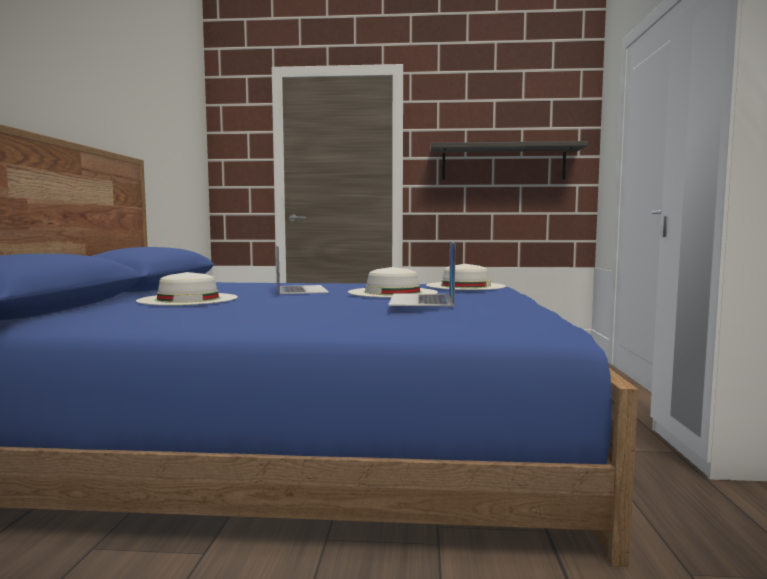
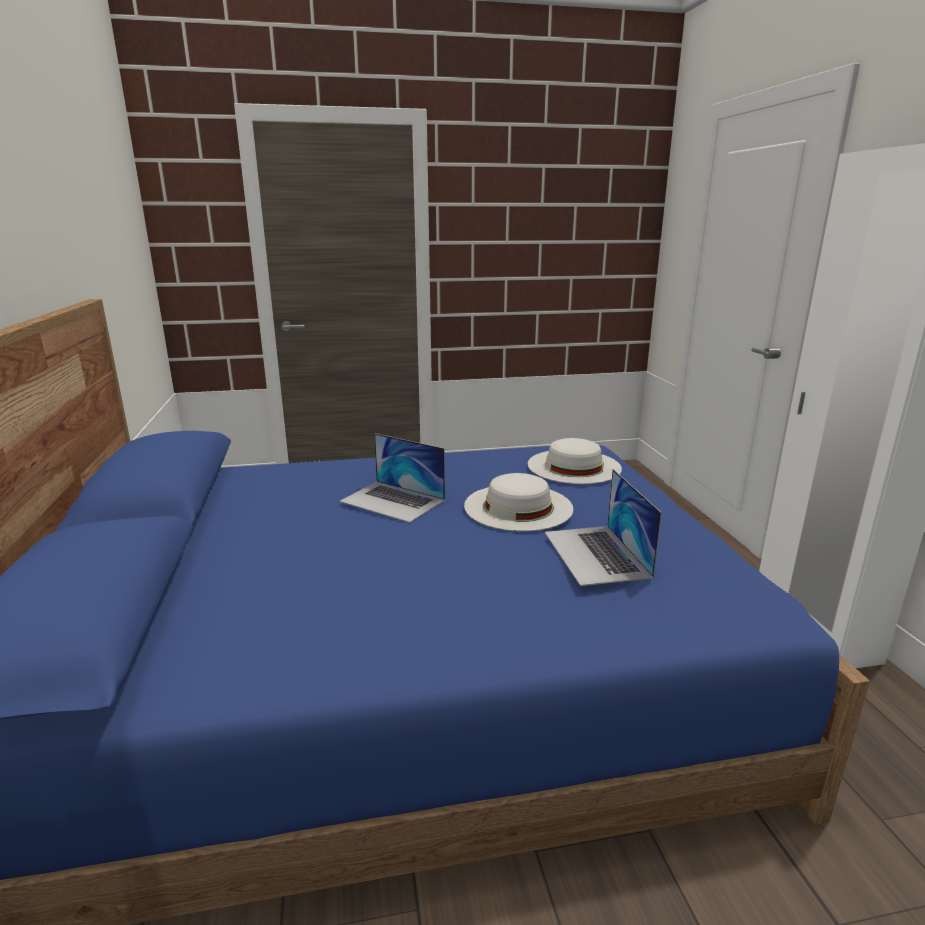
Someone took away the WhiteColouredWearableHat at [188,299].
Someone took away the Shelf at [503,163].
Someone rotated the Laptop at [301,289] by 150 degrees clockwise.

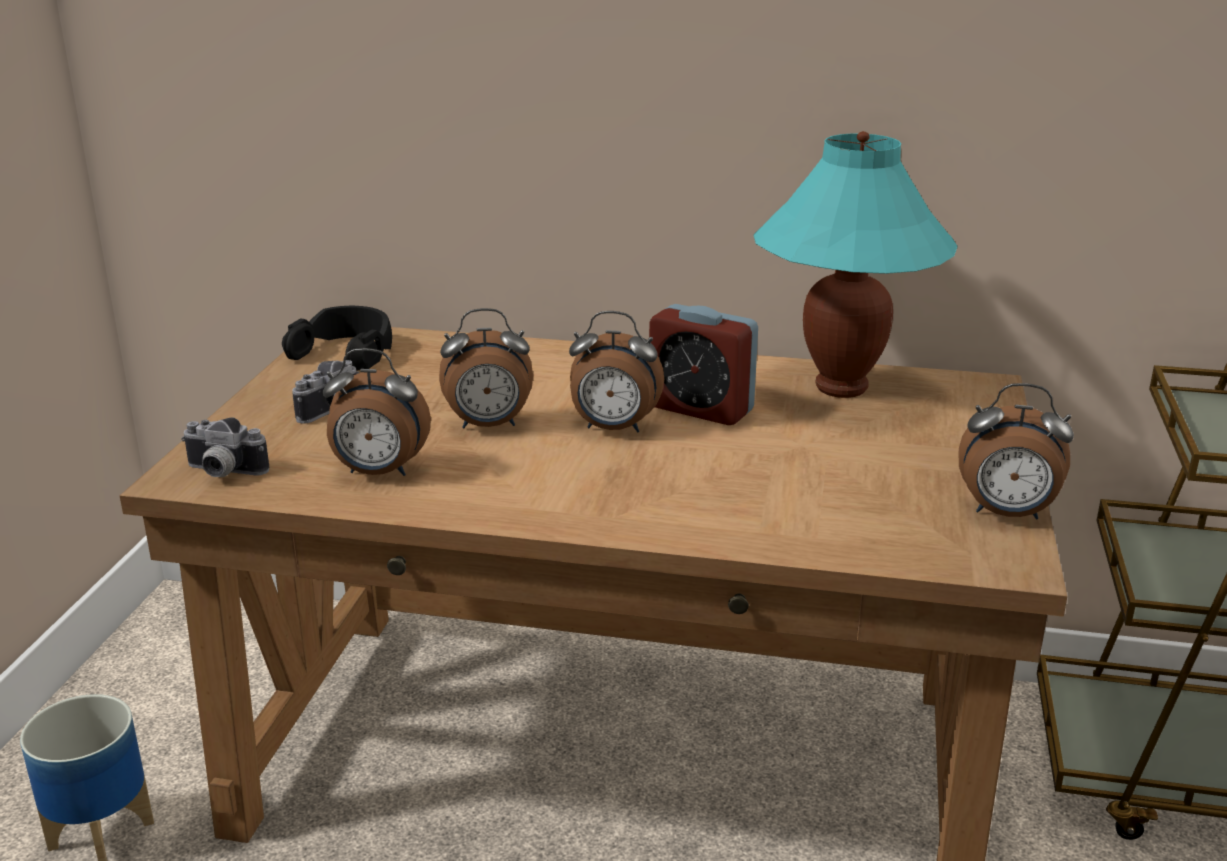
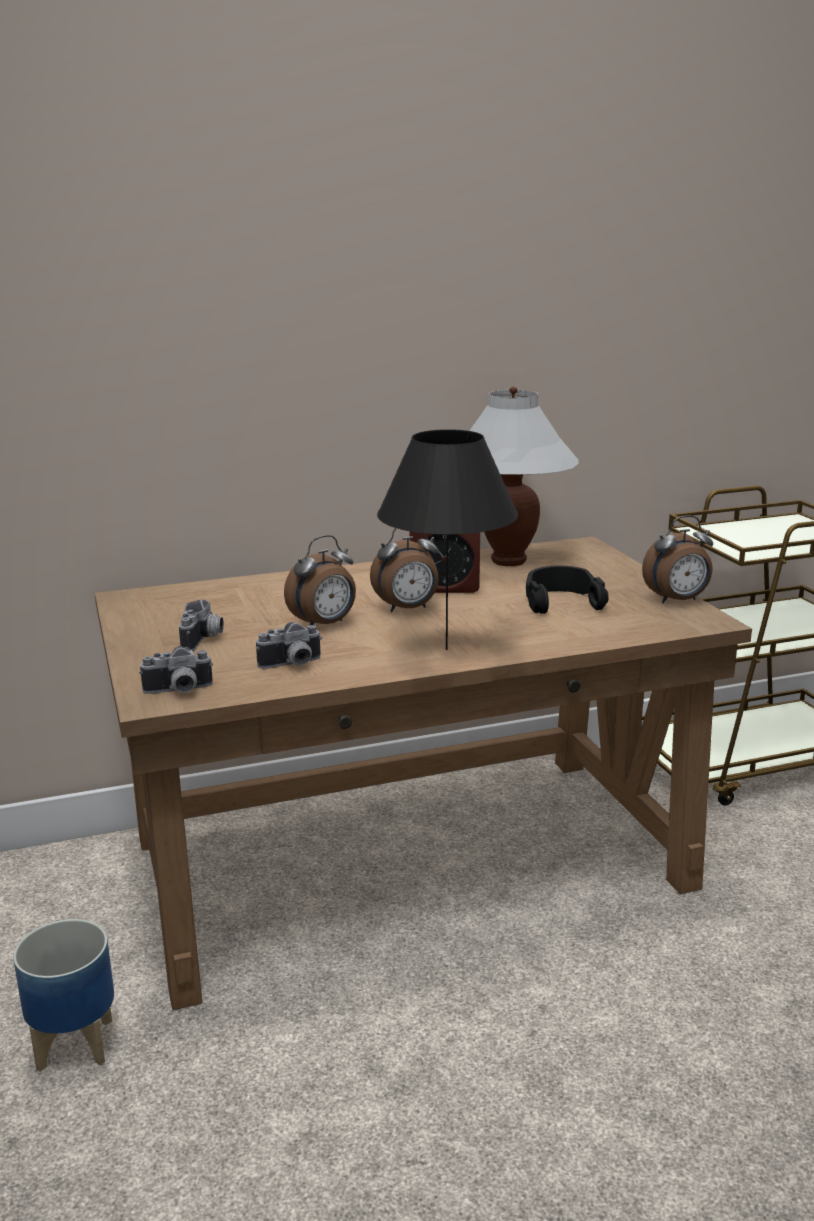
Someone put down the BlackColouredTableLamp at [447,649].
Someone carried the BlackColouredHeadset from [345,352] to [562,602].
Someone swapped the AlarmClock at [378,472] for the PhotoCamera at [292,665].
Someone repainted the TurquoiseColouredTableLamp at [841,387], which became the WhiteColouredTableLamp at [508,561].

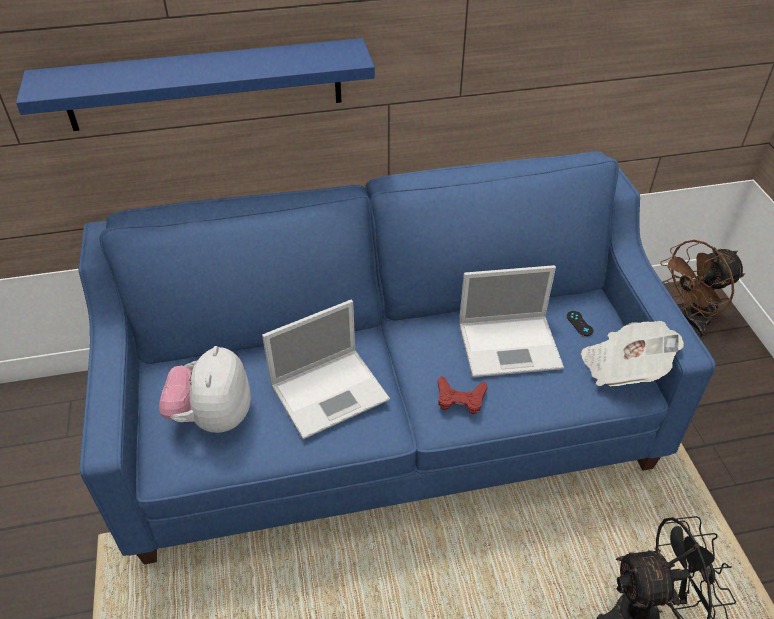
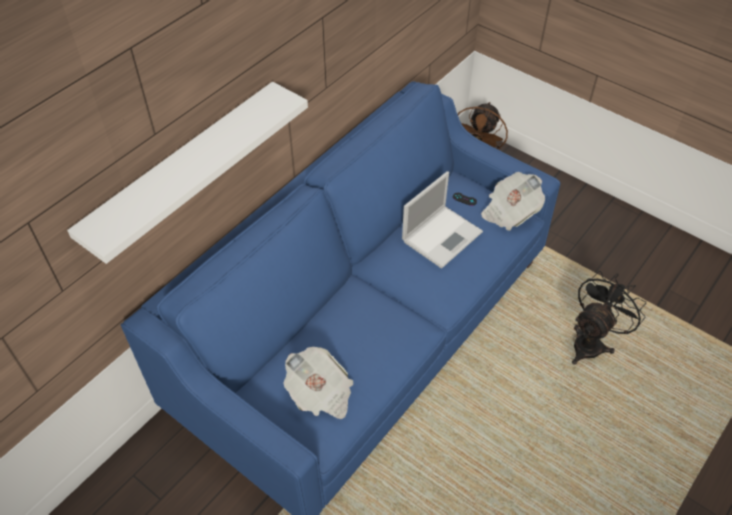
Someone took away the Laptop at [331,391].
Someone took away the ReddishGameController at [460,398].
Someone swapped the CuddlyToy at [213,416] for the DailyPaper at [320,393].
Someone repainted the BluishShelf at [205,85], which became the WhiteColouredShelf at [183,169].

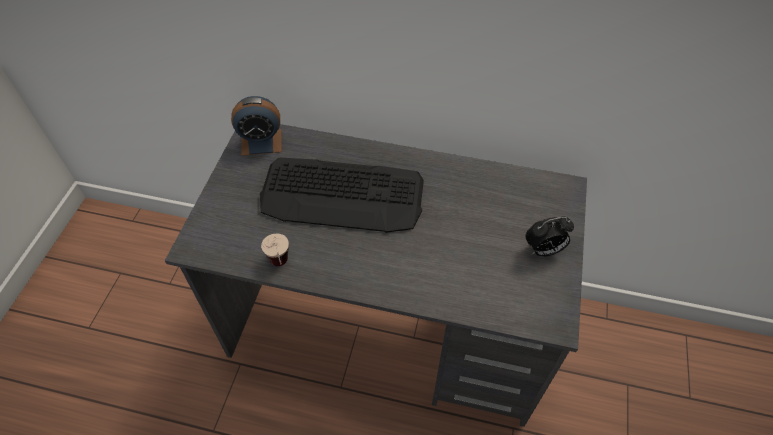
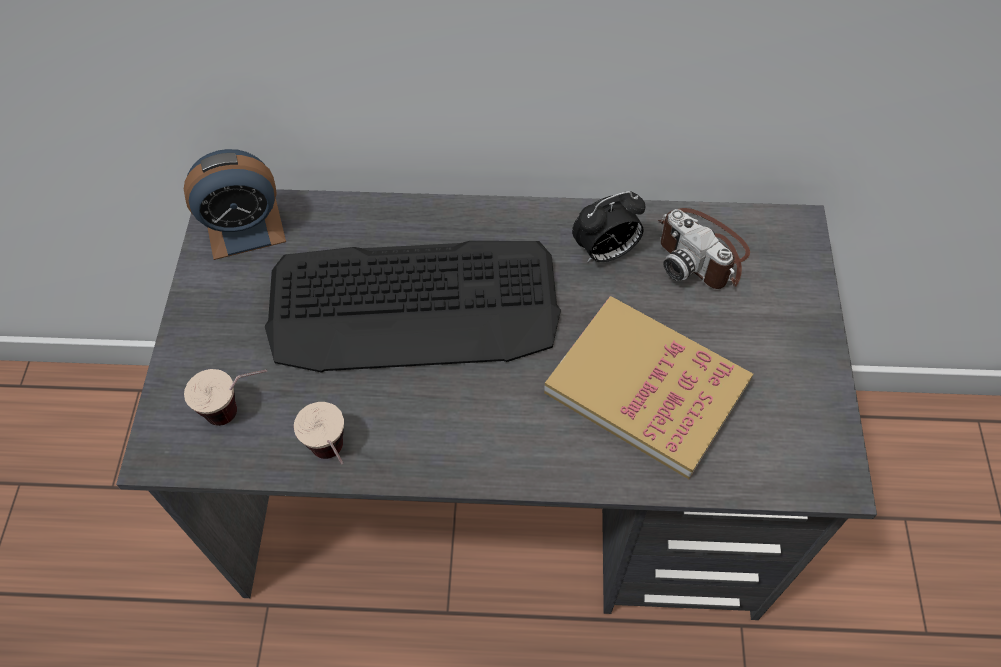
Someone put down the DrinkingCup at [241,410].
Someone put down the Volume at [646,388].
Someone put down the PhotoCamera at [702,252].
Someone carried the AlarmClock from [543,250] to [605,252].

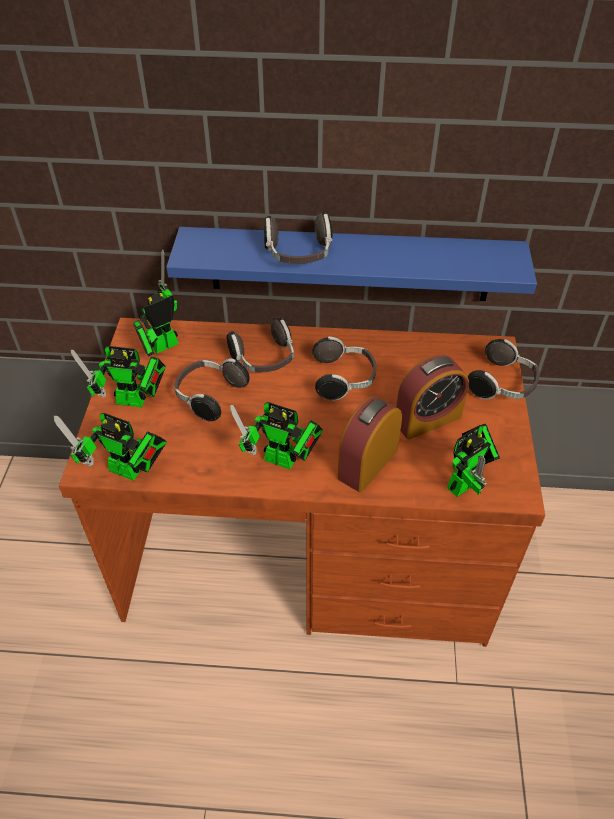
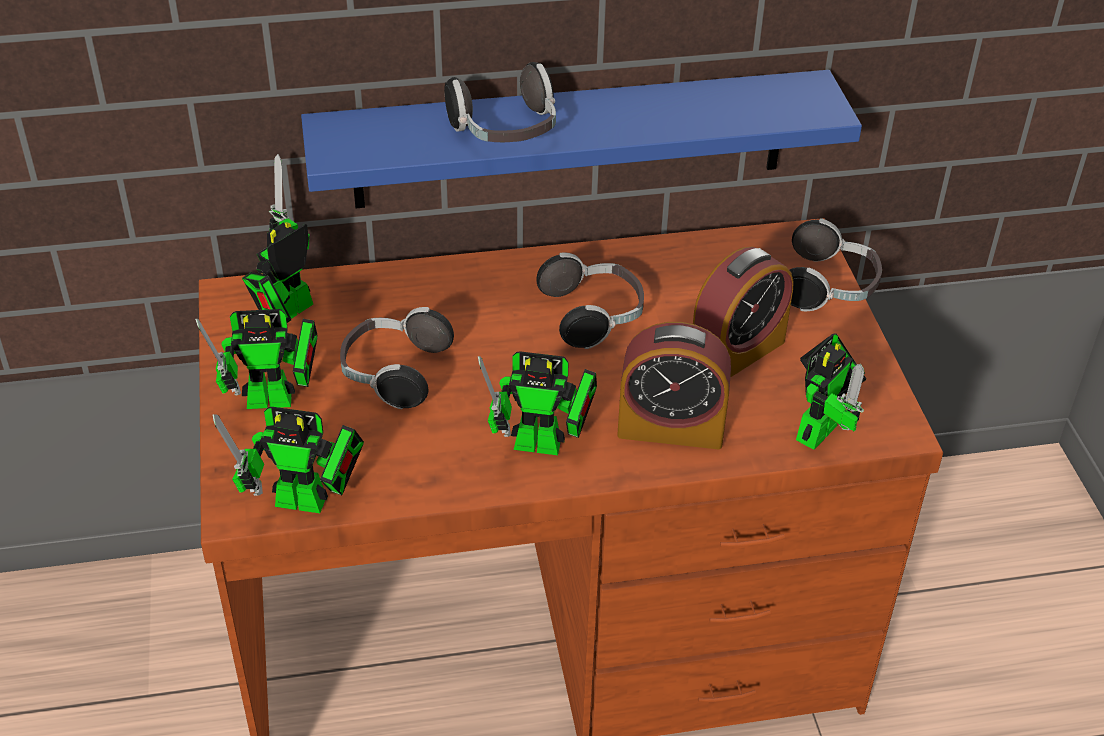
Someone took away the Headset at [264,360].
Someone rotated the AlarmClock at [367,464] by 105 degrees counterclockwise.

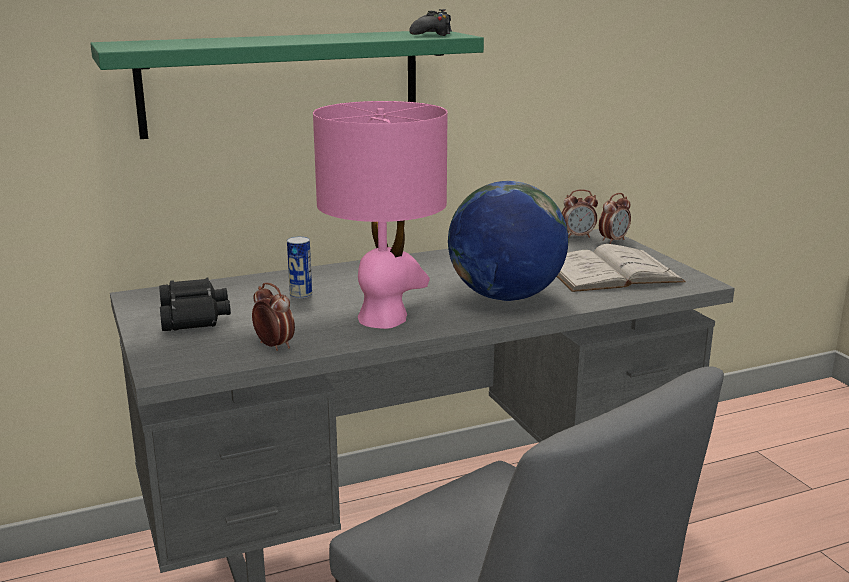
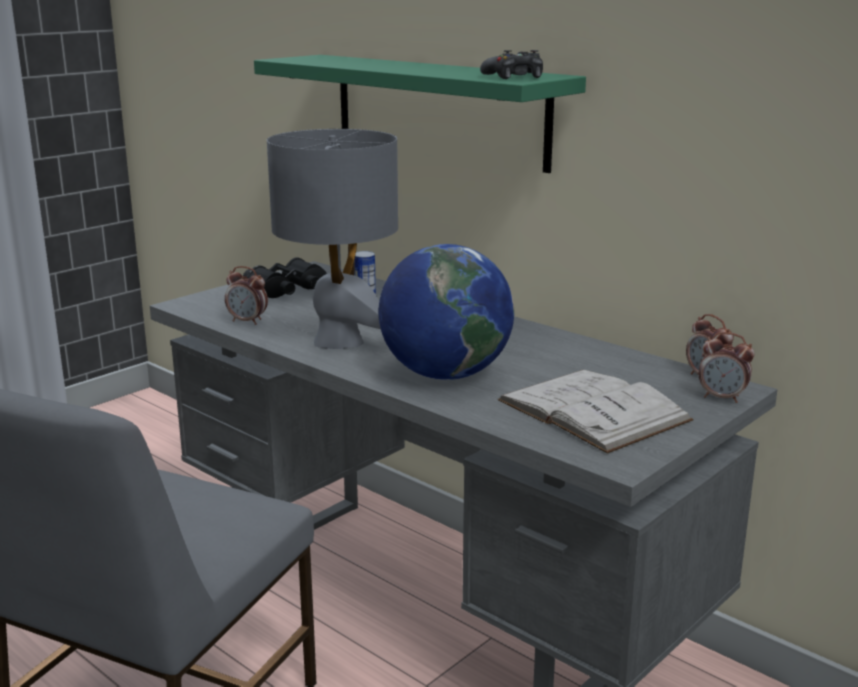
Someone repainted the PinkColouredTableLamp at [384,318], which became the GreyTableLamp at [339,341].
Someone rotated the AlarmClock at [274,346] by 90 degrees clockwise.

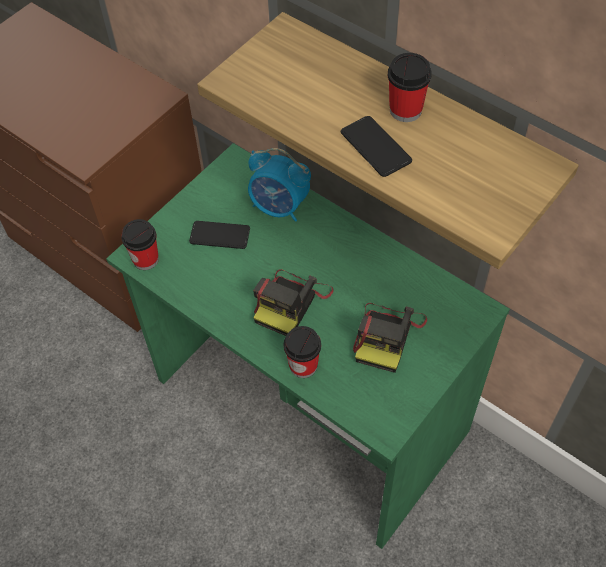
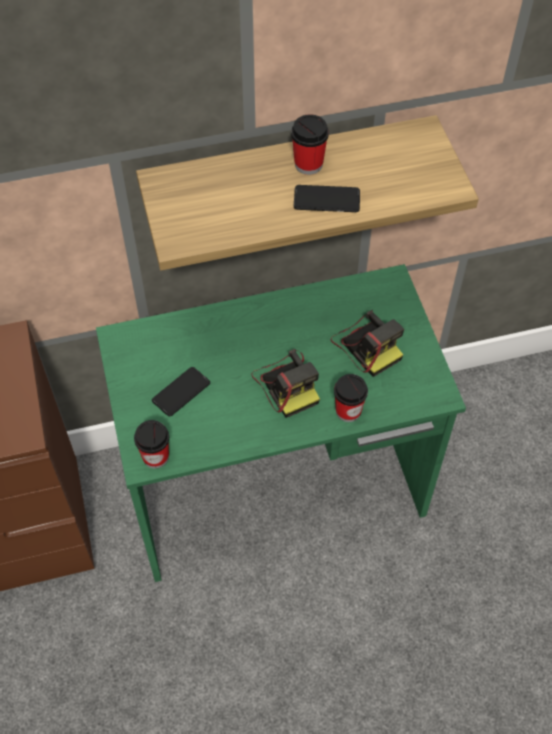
Someone took away the AlarmClock at [279,207].

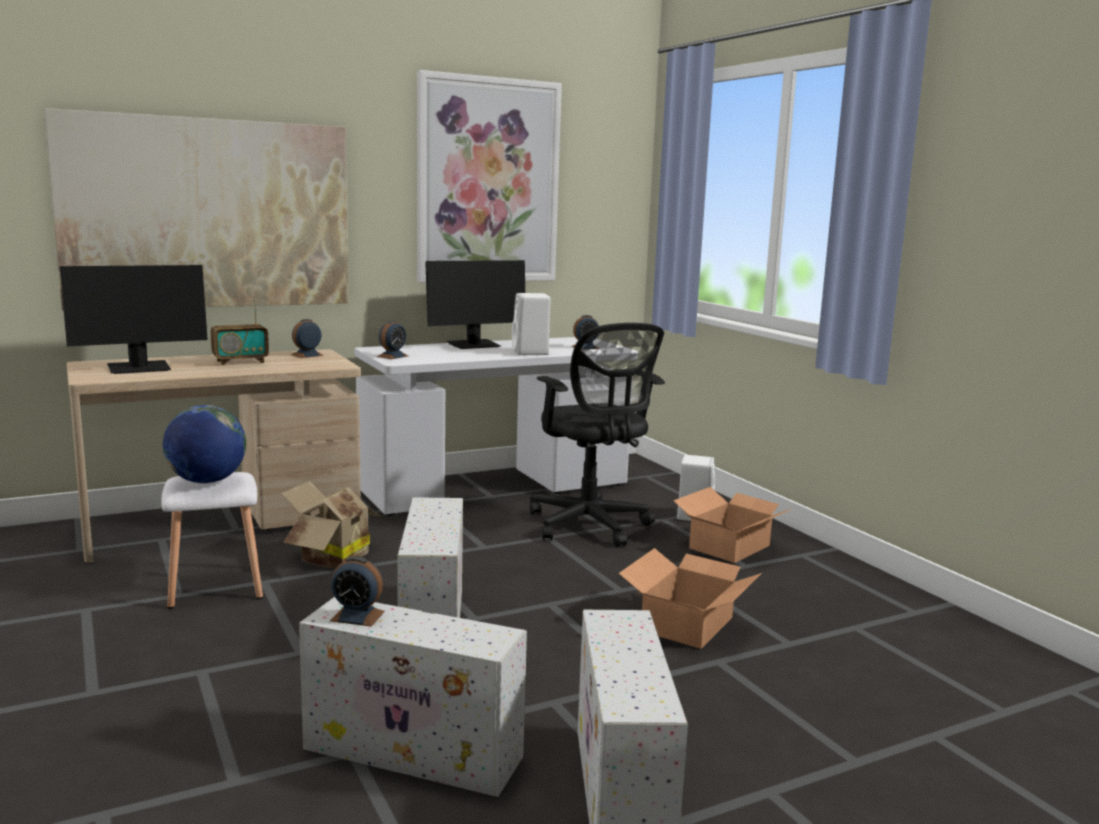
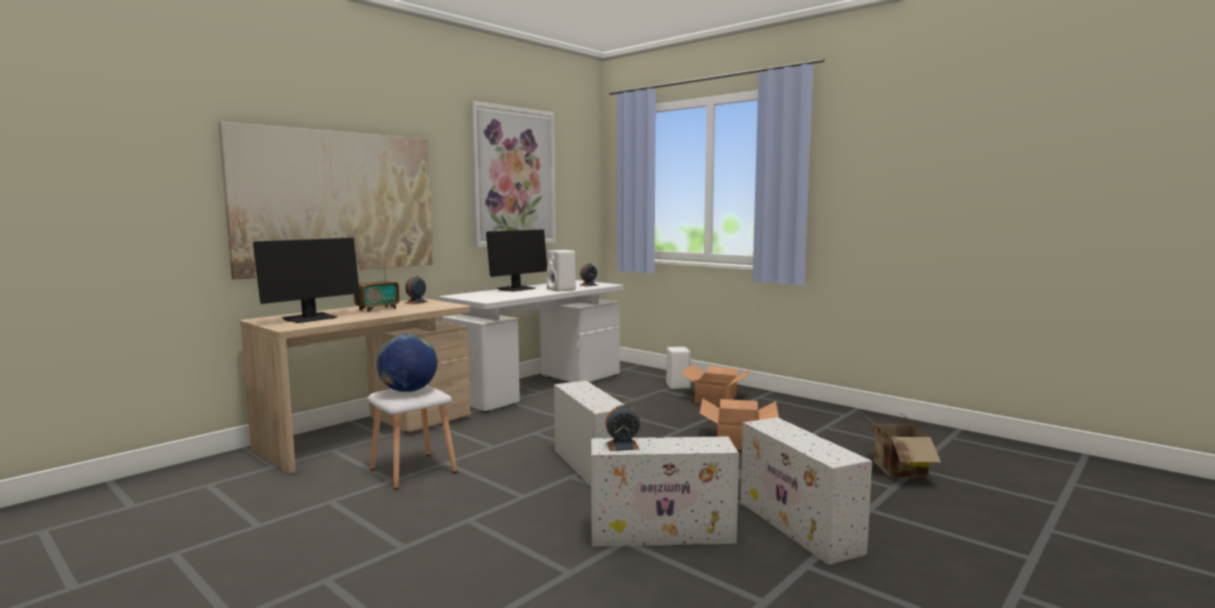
Someone took away the AlarmClock at [392,356].
Someone took away the BlackColouredOfficeChair at [590,526].
Someone carried the PackingBox from [330,558] to [896,471].

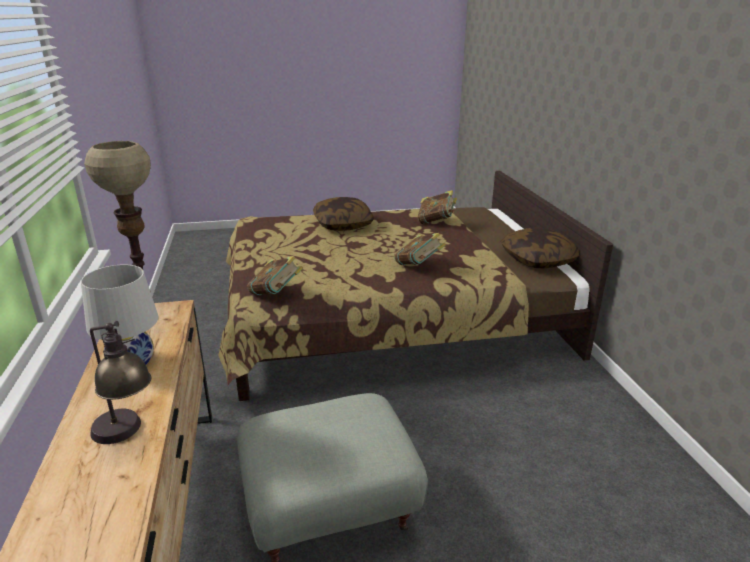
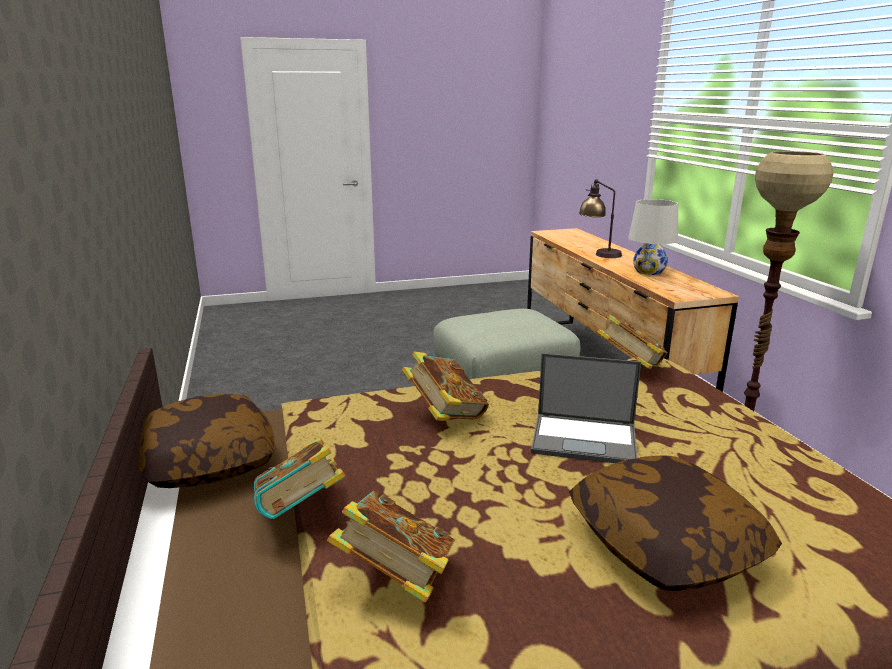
Someone put down the Volume at [301,512].
Someone put down the Laptop at [585,439].

